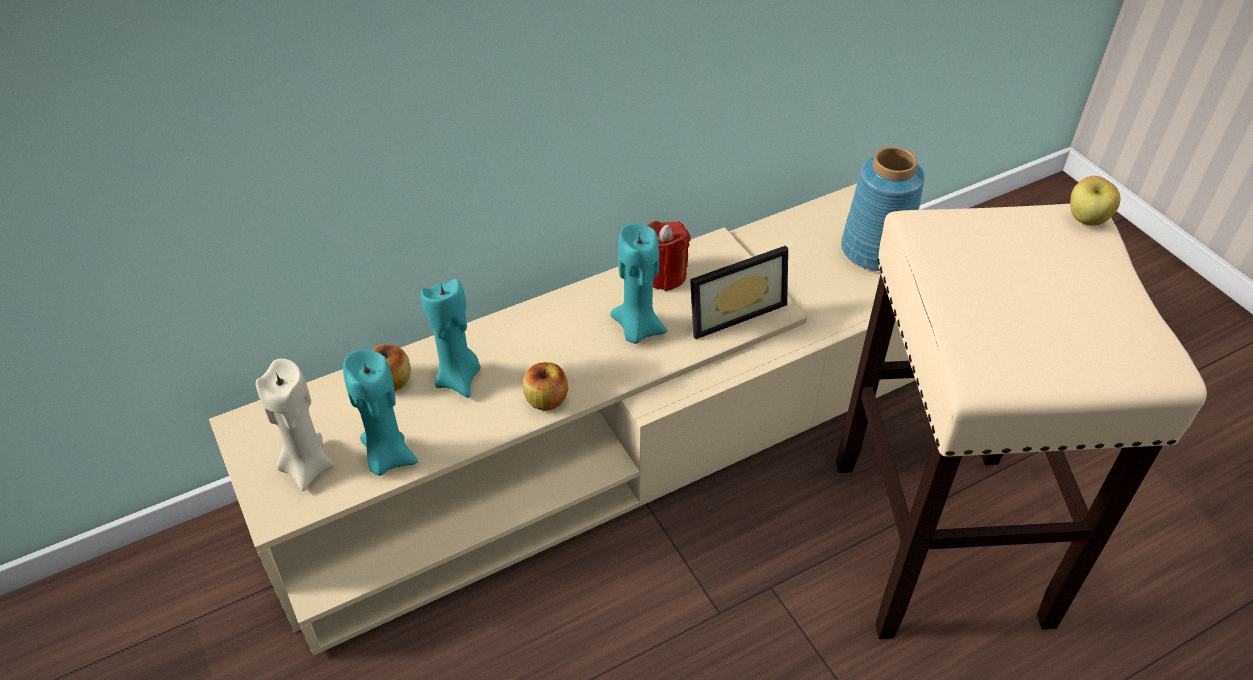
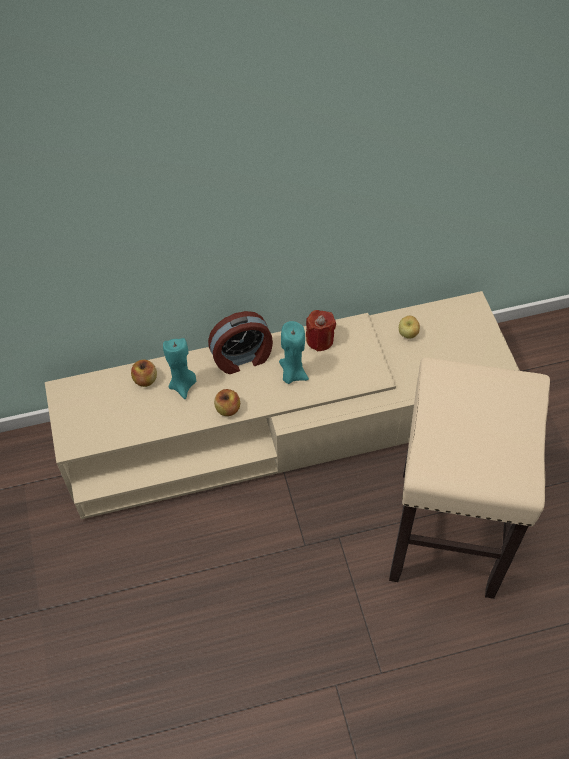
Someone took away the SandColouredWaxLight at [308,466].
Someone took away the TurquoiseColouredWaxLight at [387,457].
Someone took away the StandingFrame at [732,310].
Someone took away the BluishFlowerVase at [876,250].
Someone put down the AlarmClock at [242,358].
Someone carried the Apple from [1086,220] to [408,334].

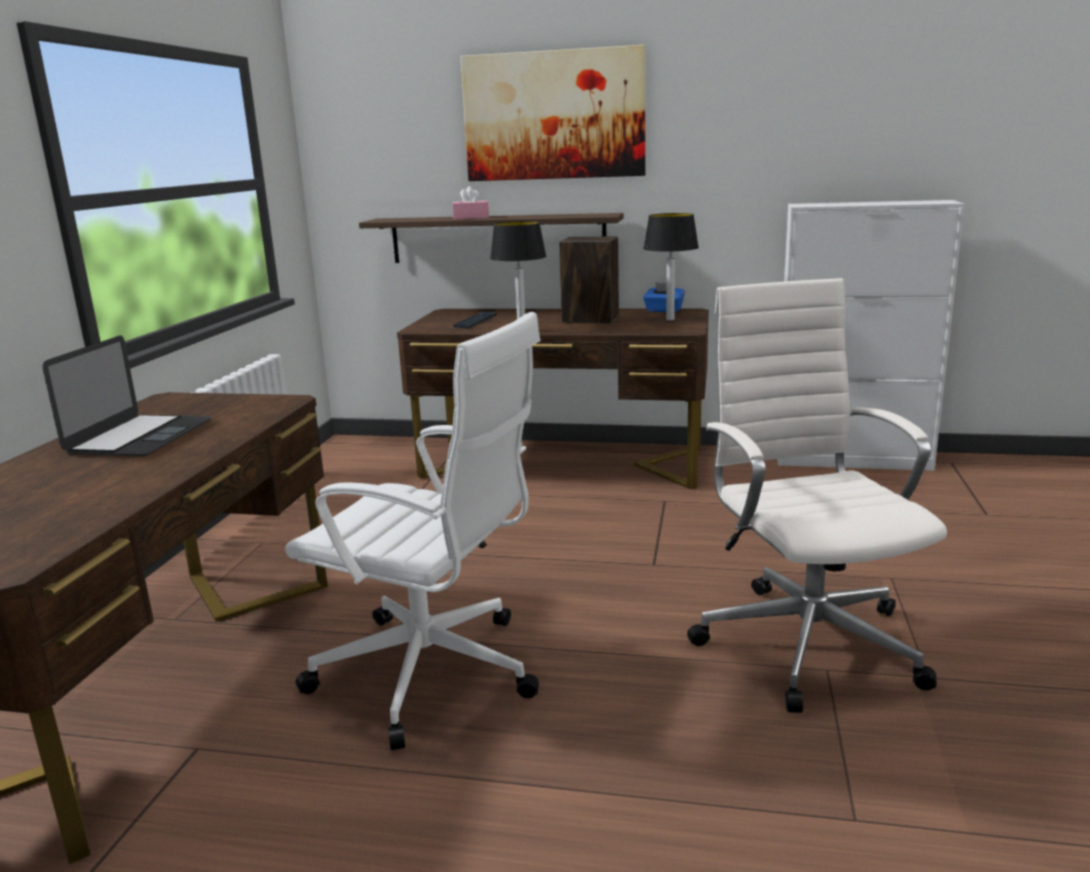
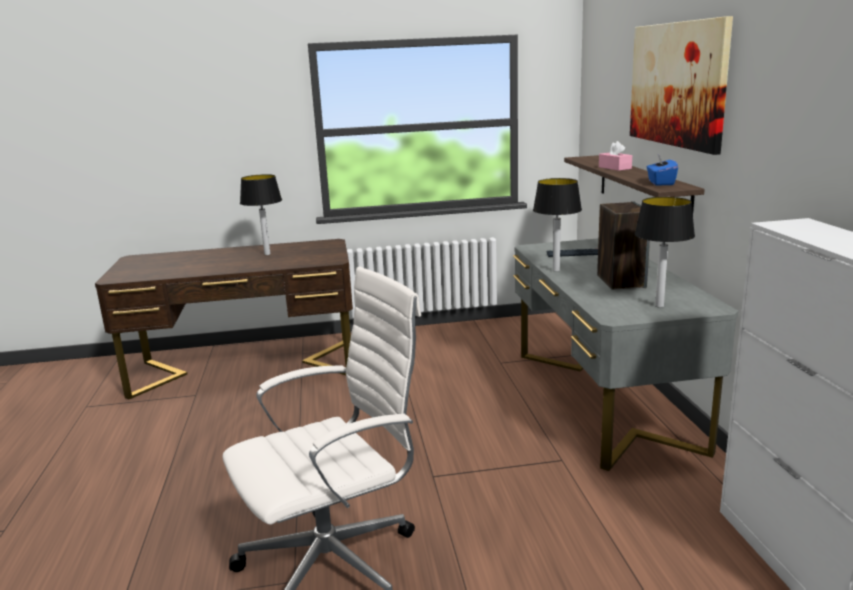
Someone took away the WhiteColouredOfficeChair at [433,674].
Someone carried the BluishTissueBox from [663,310] to [660,183].
Someone swapped the Laptop at [140,436] for the TableLamp at [267,254].
Someone repainted the BrownDeskTable at [562,463], which became the GreyDeskTable at [603,398].

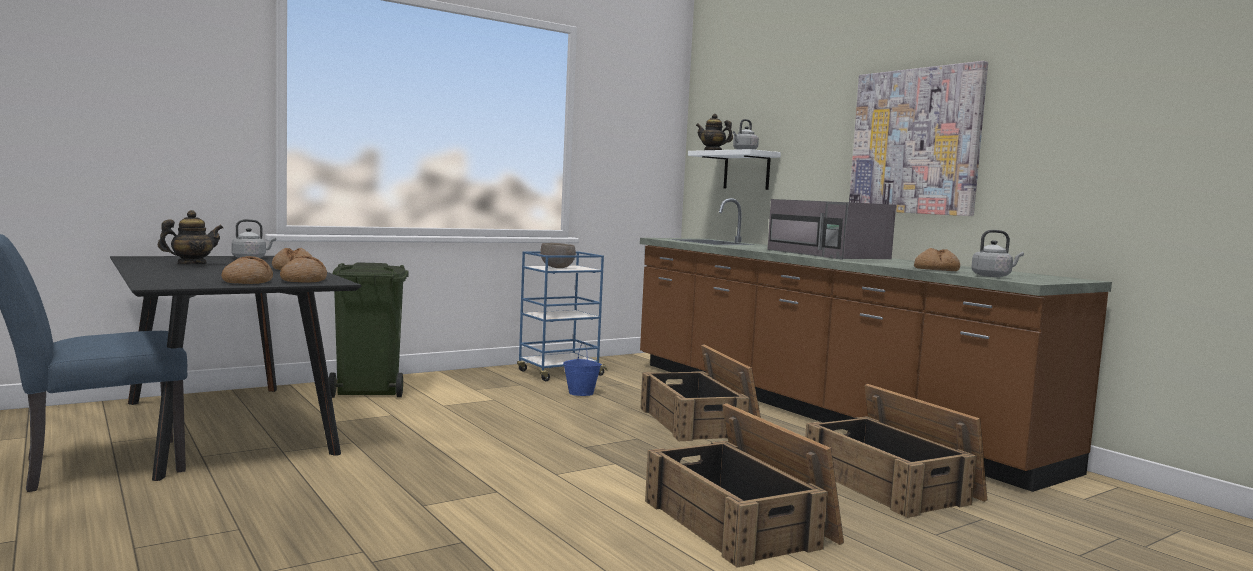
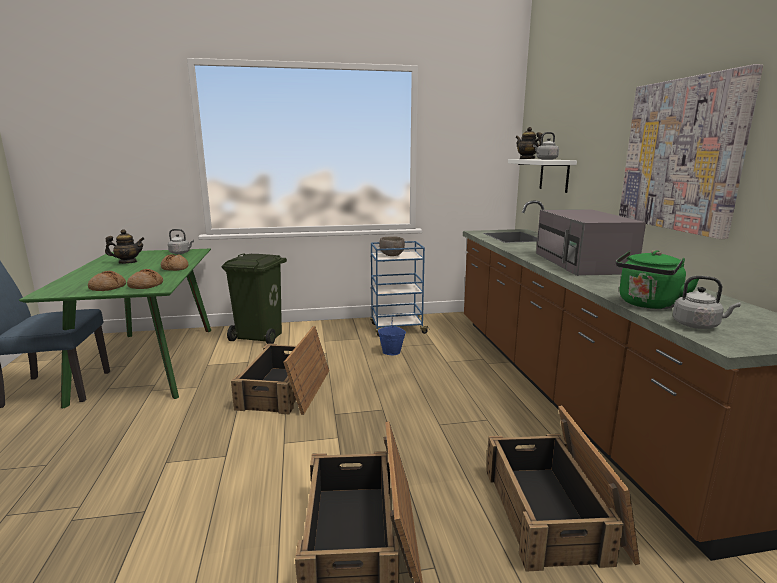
Someone carried the PackingCrate from [700,422] to [286,390].
Someone swapped the BakedBread at [936,270] for the GreenColouredWaterKettle at [647,305].
Someone repainted the BlackColouredKitchenTable at [223,426], which became the GreenColouredKitchenTable at [148,362].

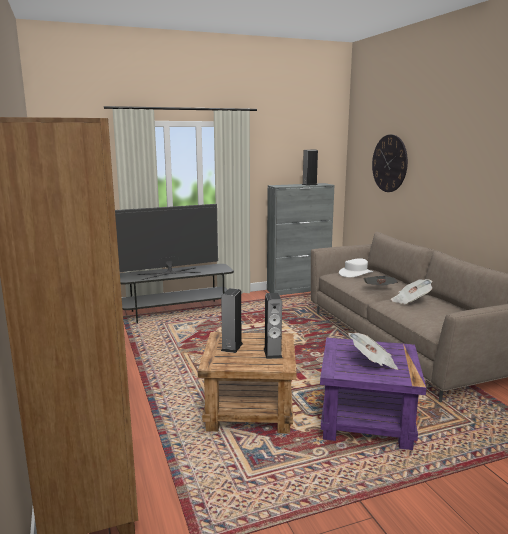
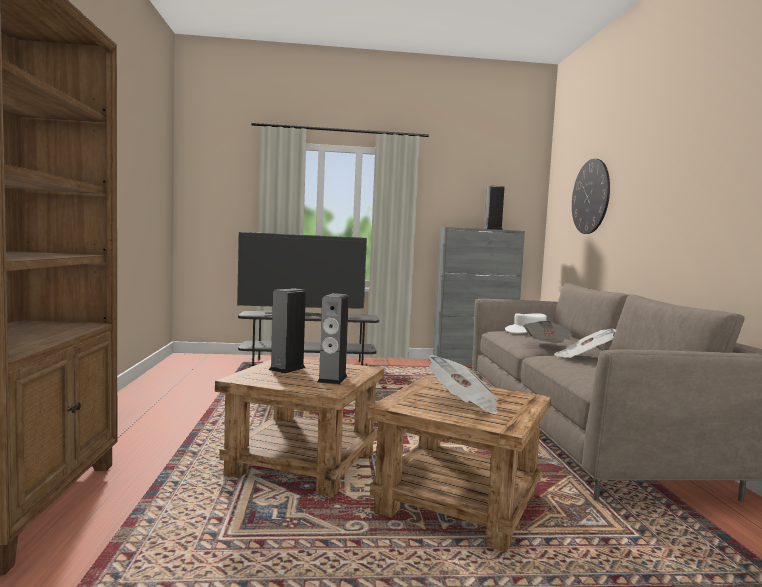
Someone repainted the PurplishSideTable at [367,422], which became the BrownSideTable at [459,505].

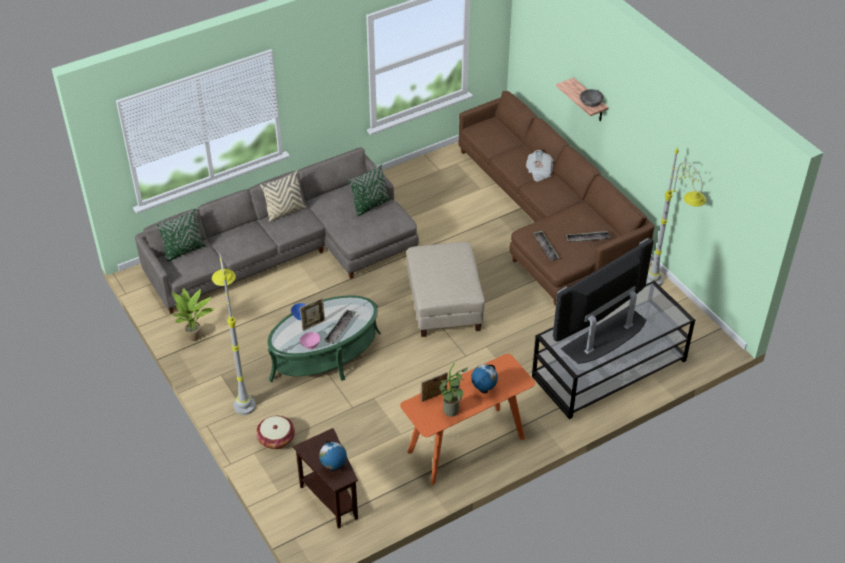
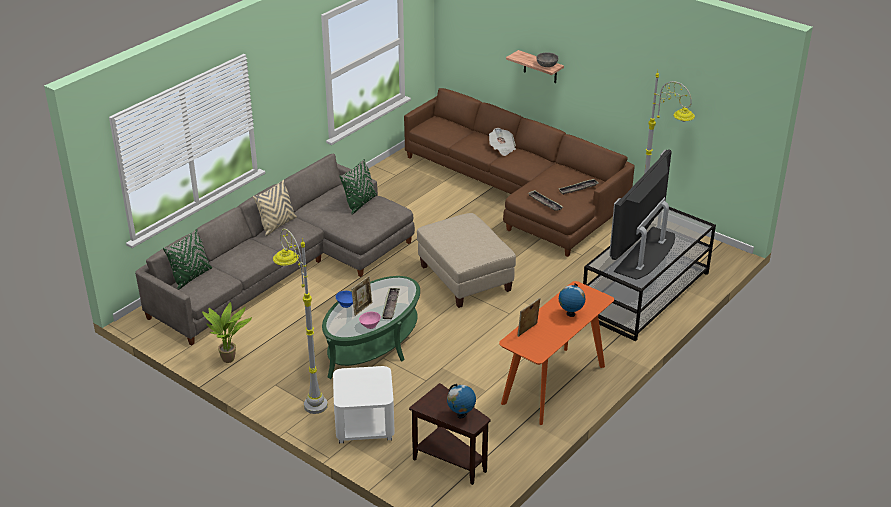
Someone took away the PottedPlant at [452,412].
Someone swapped the HouseholdBasket at [276,439] for the WhiteColouredSideTable at [364,425].

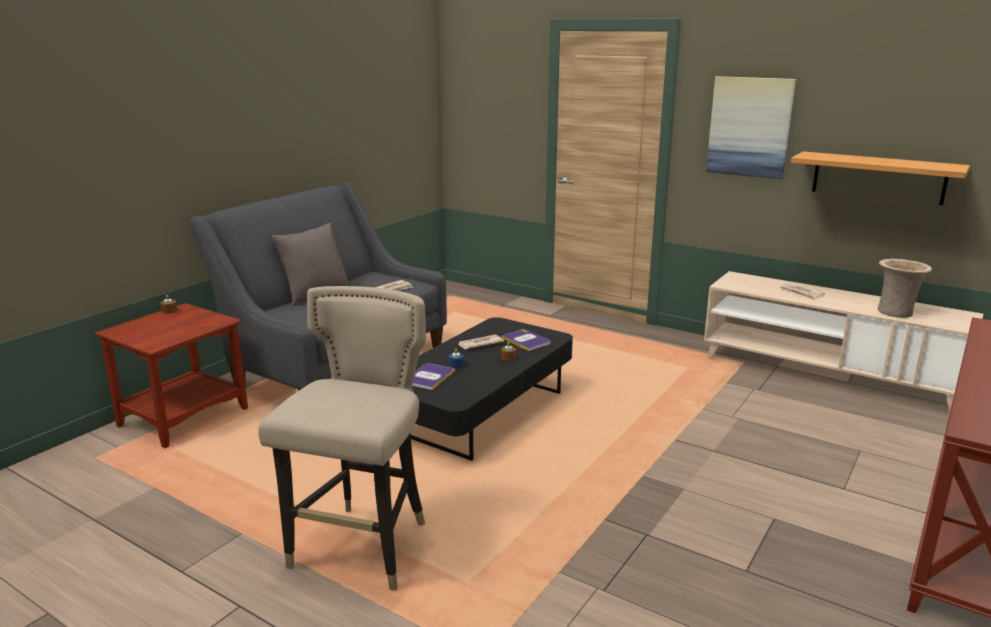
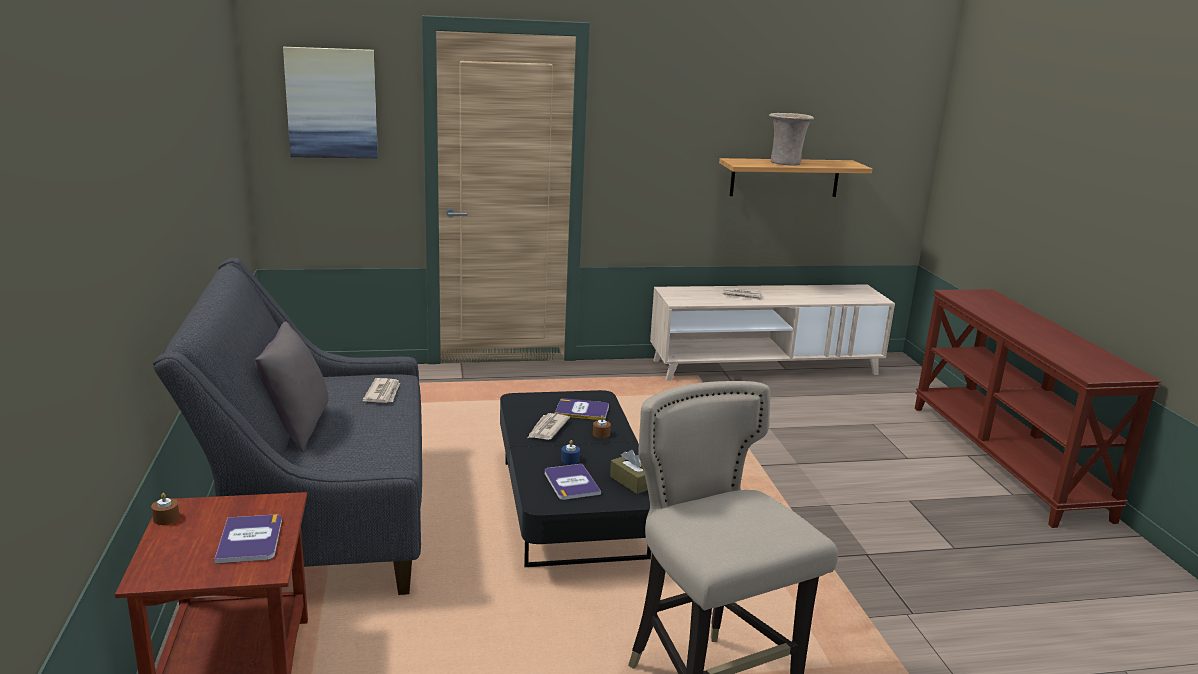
Someone put down the Volume at [250,540].
Someone put down the BrownTissueBox at [631,482].
Someone carried the WallPicture from [749,127] to [332,103].
Someone carried the SandColouredFlowerVase from [895,312] to [785,163].

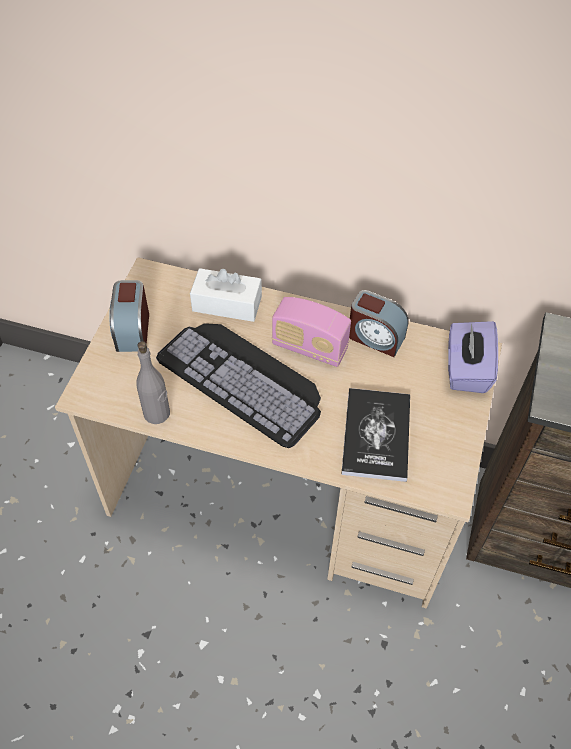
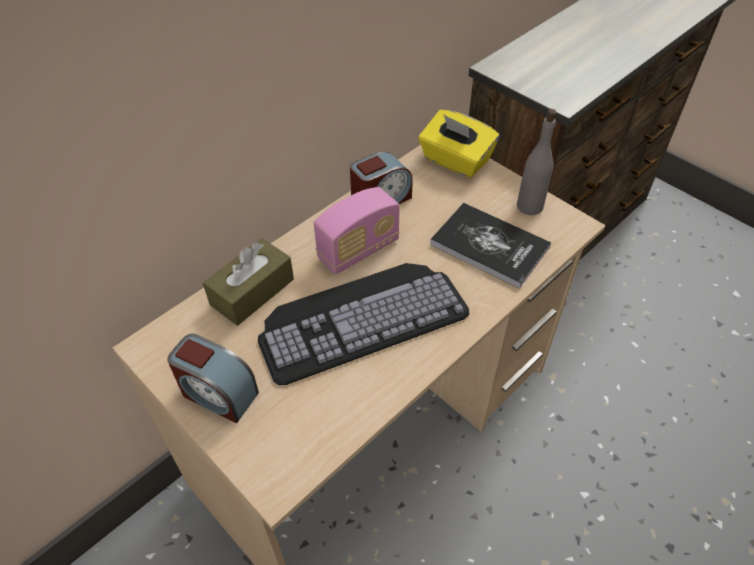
Someone carried the GreyBeverageBottle from [157,413] to [530,206].
Someone repainted the WhiteColouredTissueBox at [227,304], which became the BrownTissueBox at [252,292].
Someone repainted the PurplishTissueBox at [466,369], which became the YellowColouredTissueBox at [455,161].

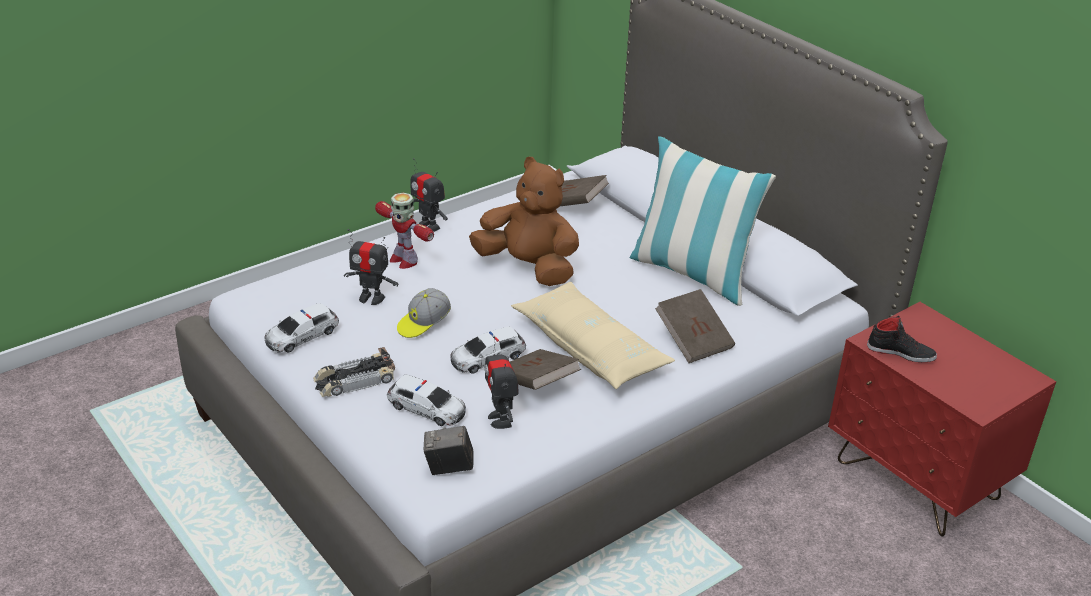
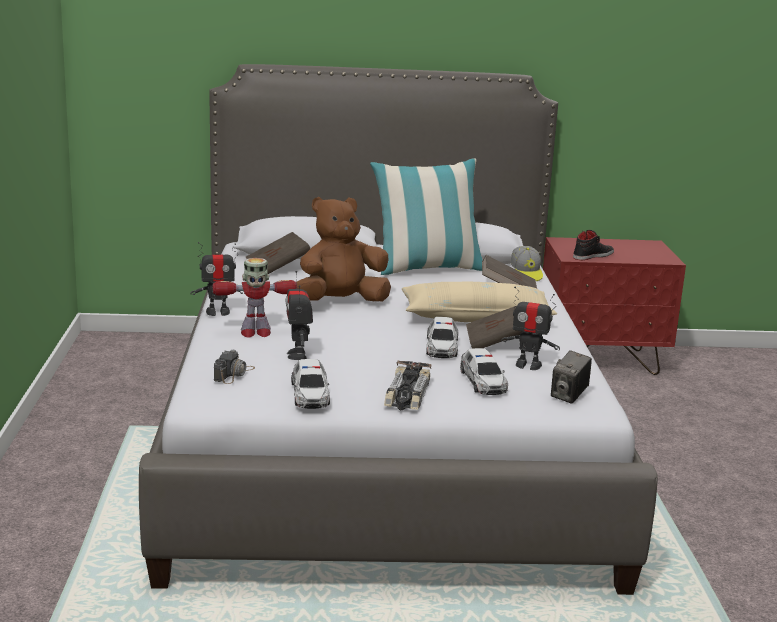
Someone put down the PhotoCamera at [234,374].
Someone carried the BaseballCap from [423,323] to [526,274].
Someone rotated the RobotFigure at [371,298] by 120 degrees clockwise.
Someone rotated the ModelCar at [427,408] by 105 degrees clockwise.

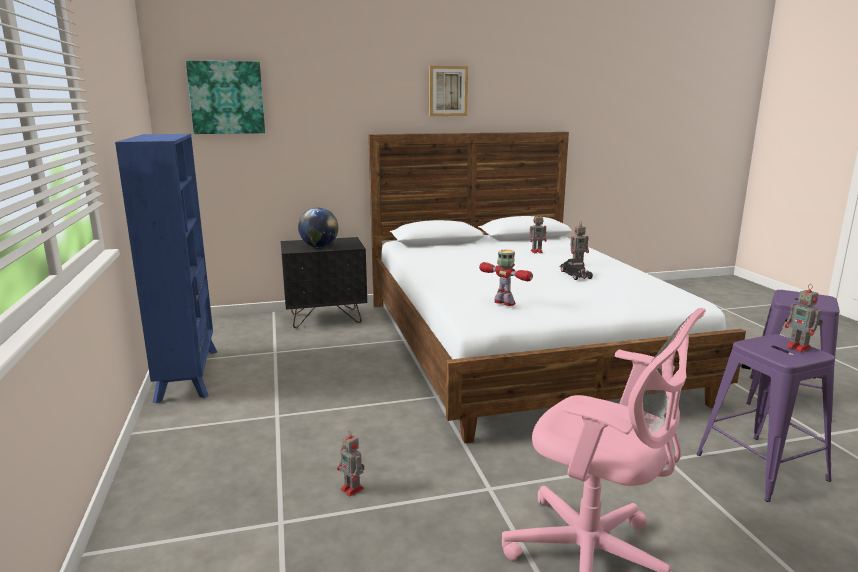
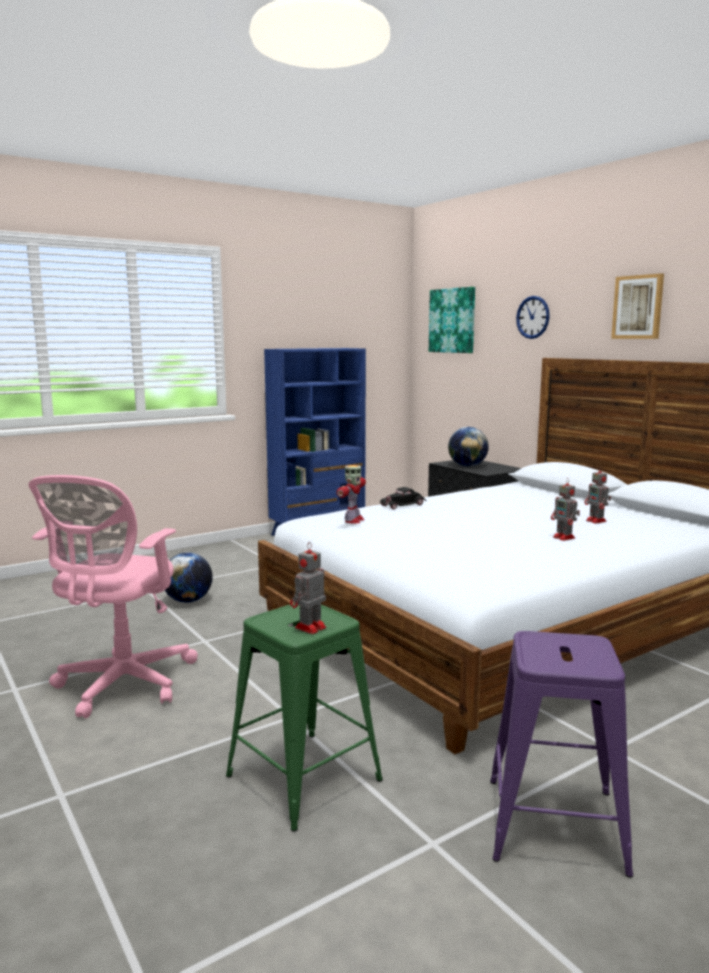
Someone put up the ClockOnTheWall at [533,317].
Someone carried the BlackColouredModelCar from [575,274] to [403,505].
Someone swapped the RobotFigure at [353,489] for the Globe at [188,601].
Someone repainted the PurplishStool at [762,467], which became the GreenColouredStool at [303,778].

